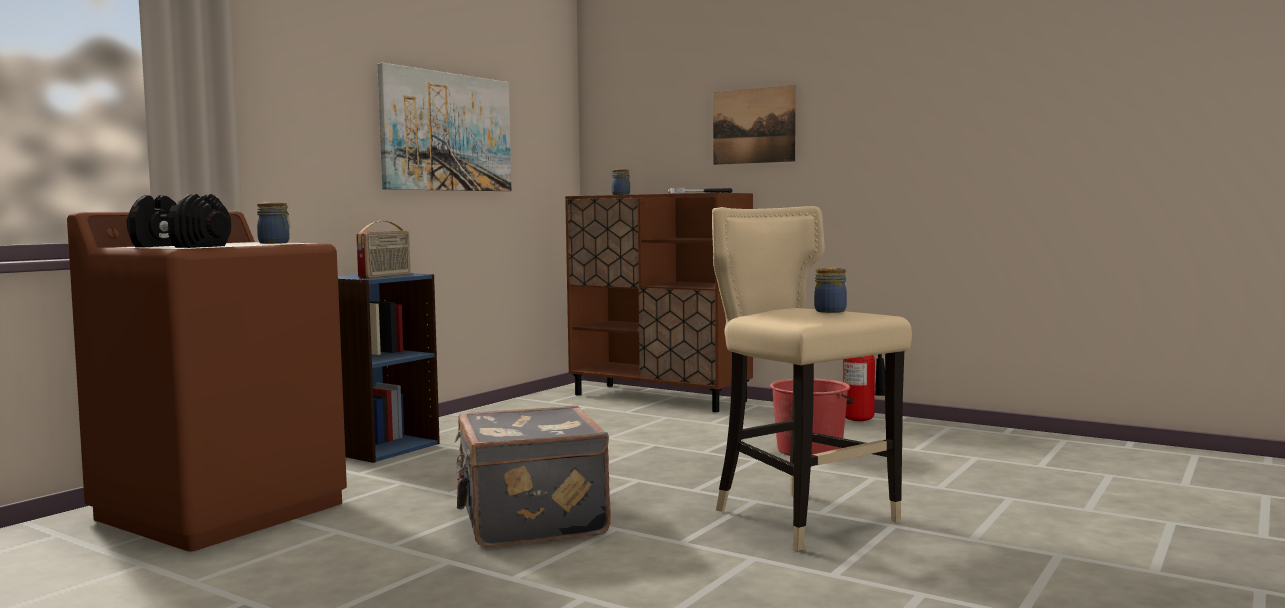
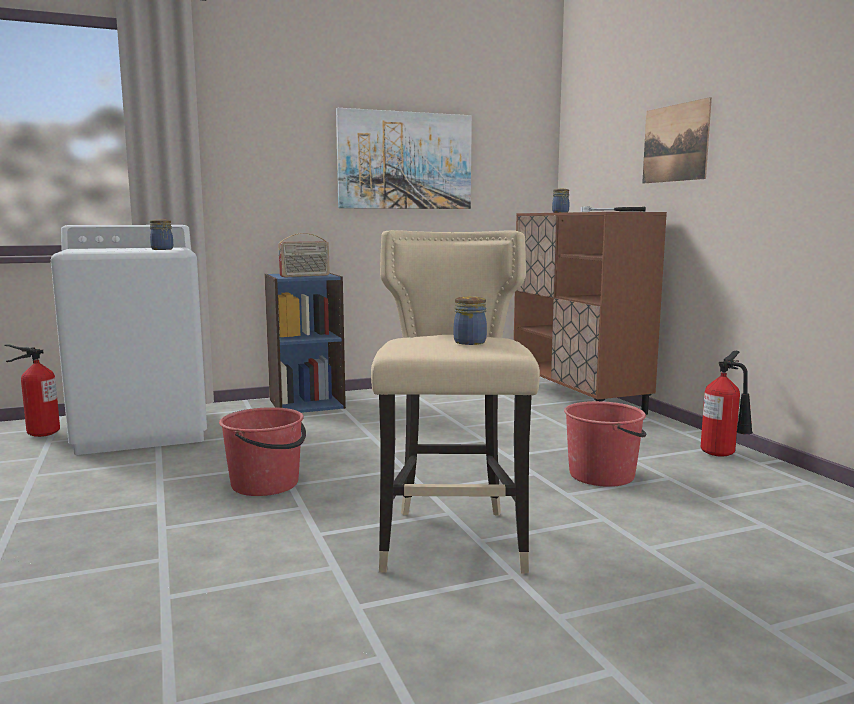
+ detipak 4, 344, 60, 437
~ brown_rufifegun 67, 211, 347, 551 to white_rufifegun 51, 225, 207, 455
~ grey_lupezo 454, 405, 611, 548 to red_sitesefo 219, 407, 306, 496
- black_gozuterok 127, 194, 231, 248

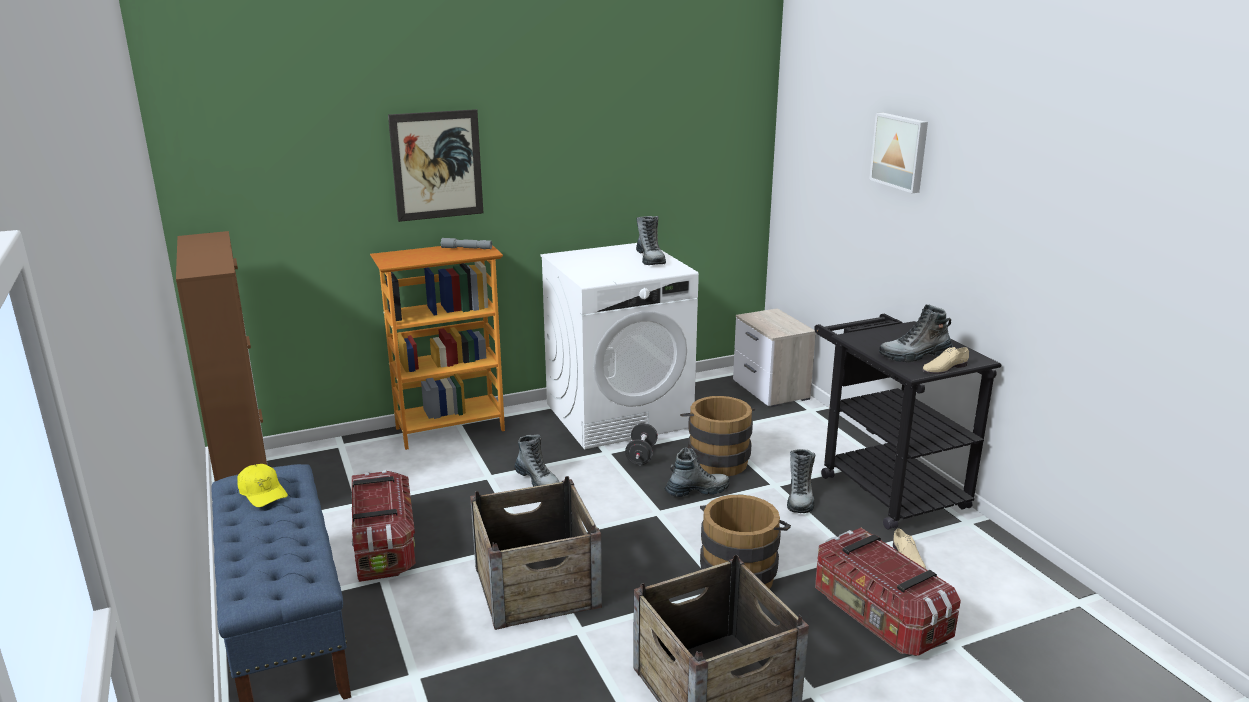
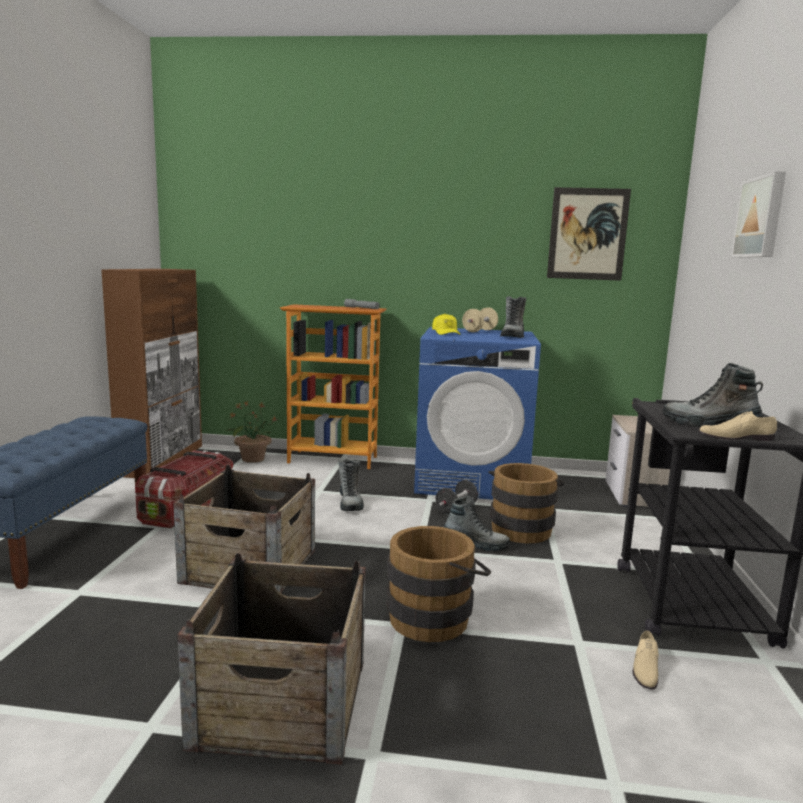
+ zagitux 226, 402, 276, 463
~ white_rufifegun 540, 243, 699, 449 to blue_rufifegun 414, 327, 541, 500
~ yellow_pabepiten 237, 464, 288, 507 to 432, 313, 461, 335
+ beige_gozuterok 462, 308, 498, 332
~ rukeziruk 388, 109, 483, 222 to 547, 187, 631, 281
- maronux 787, 449, 815, 513
- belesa 815, 528, 961, 656

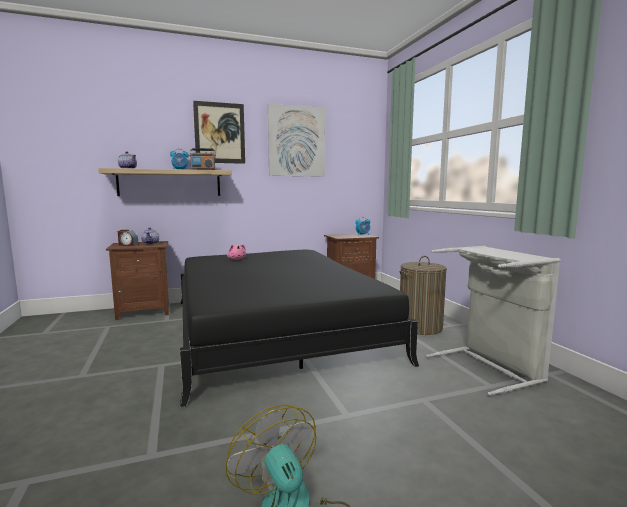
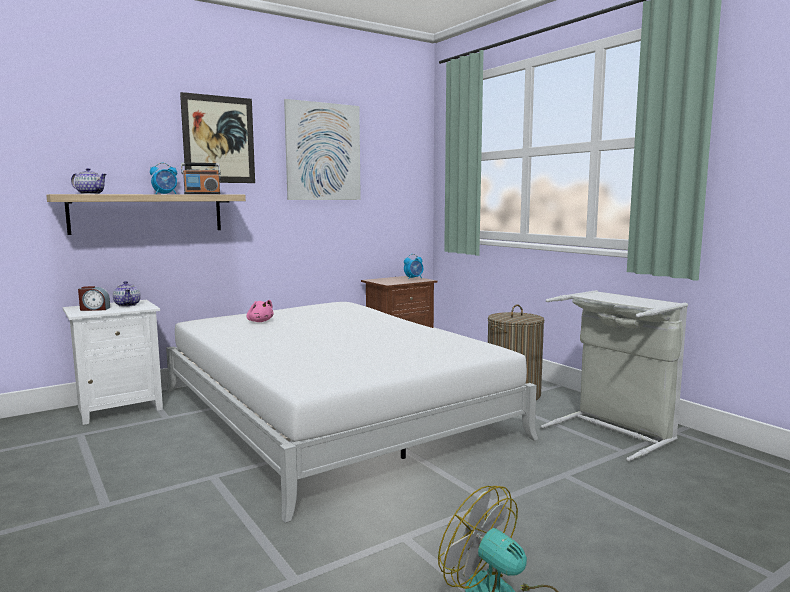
~ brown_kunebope 106, 241, 169, 320 to white_kunebope 62, 300, 163, 425
~ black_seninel 180, 250, 419, 407 to white_seninel 166, 302, 539, 523

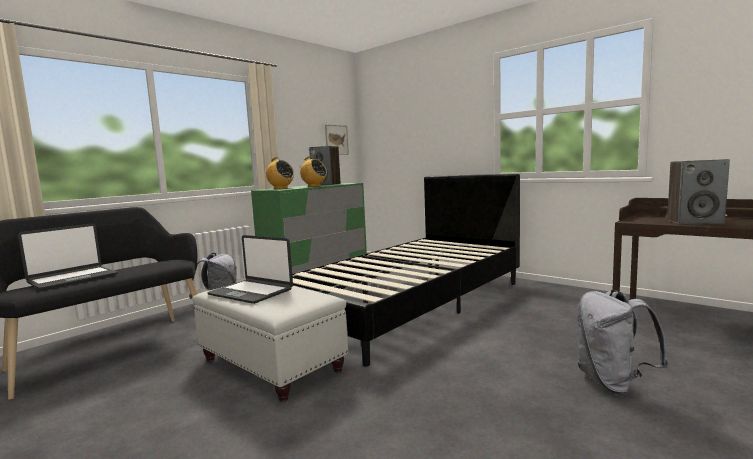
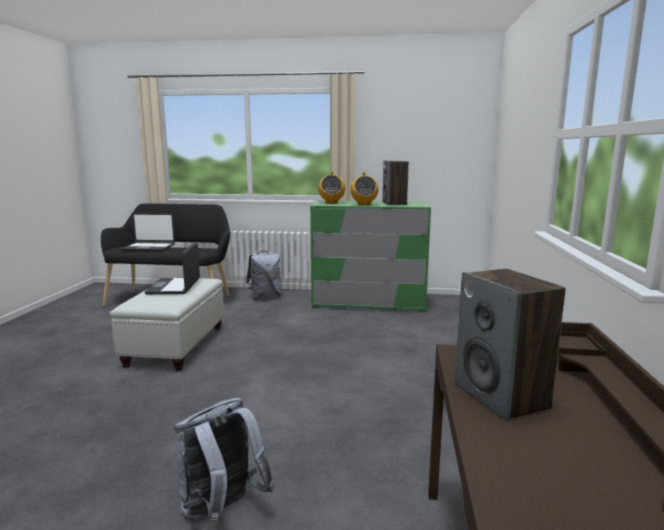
- black_seninel 292, 174, 520, 367
- rukeziruk 325, 125, 349, 155

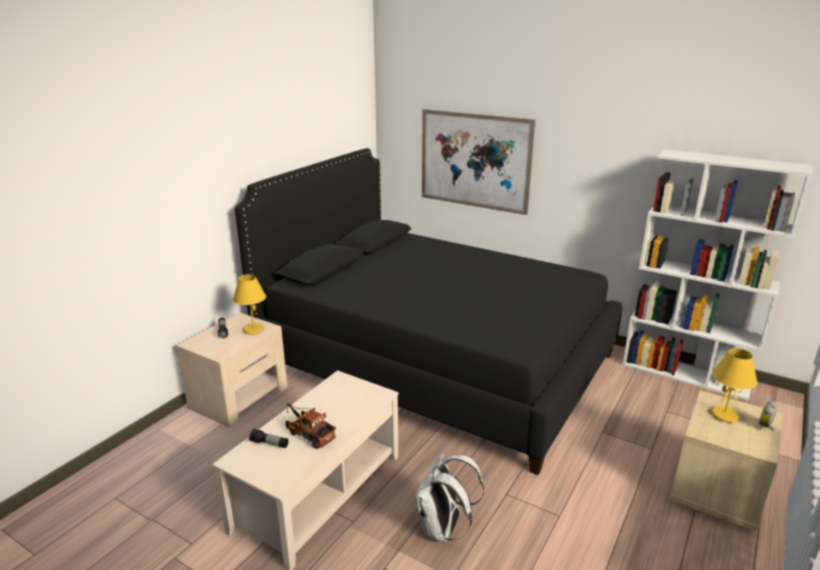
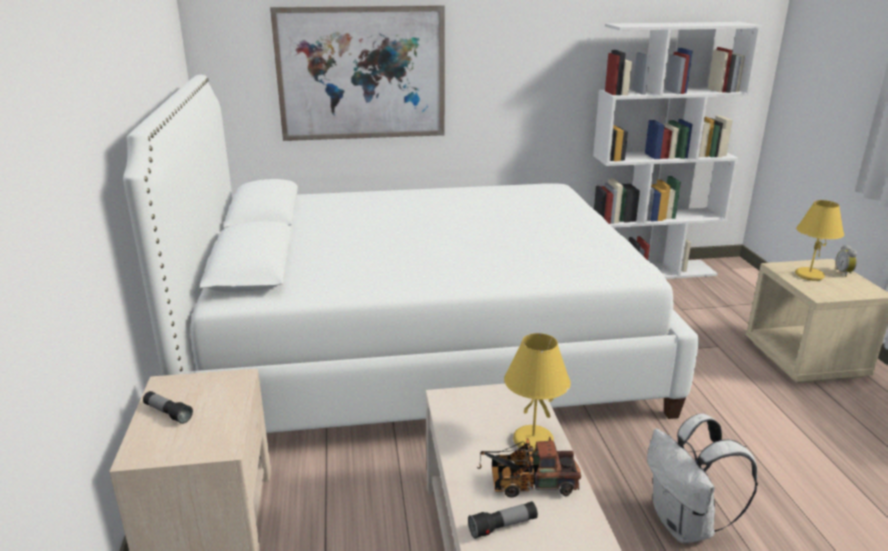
~ black_seninel 235, 148, 622, 475 to white_seninel 123, 75, 699, 433
~ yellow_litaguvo 233, 274, 266, 335 to 504, 333, 571, 452

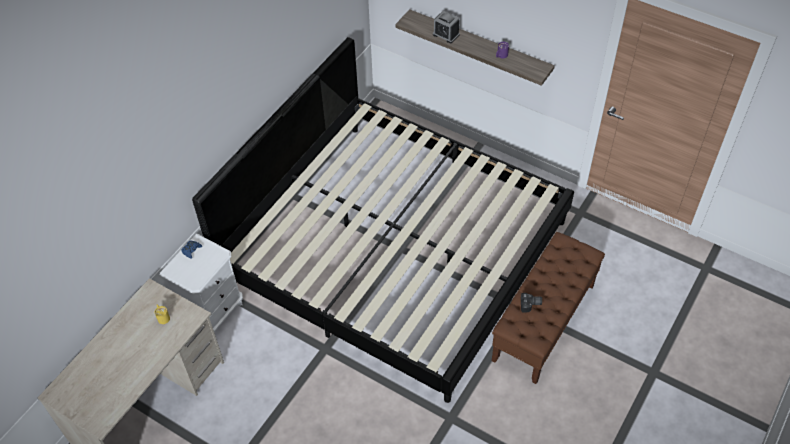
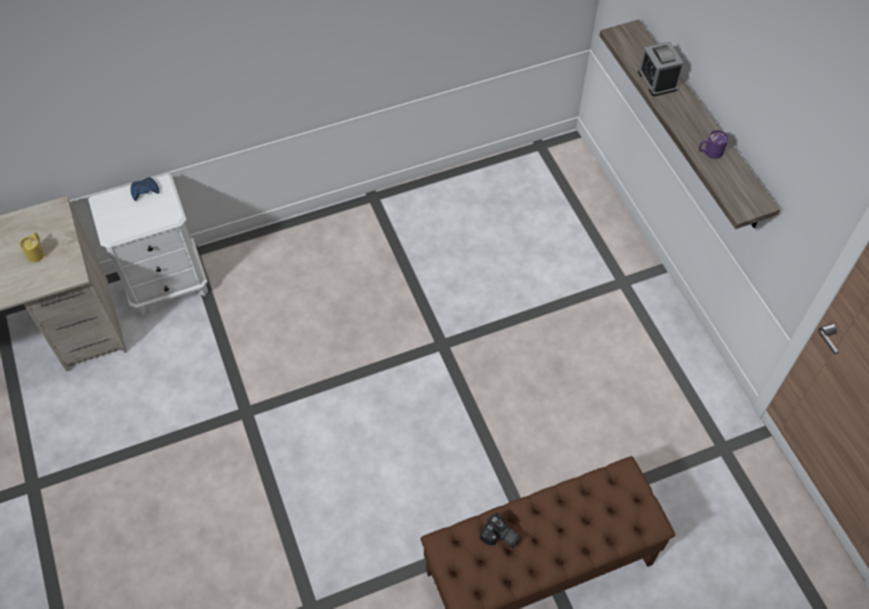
- seninel 192, 37, 574, 403

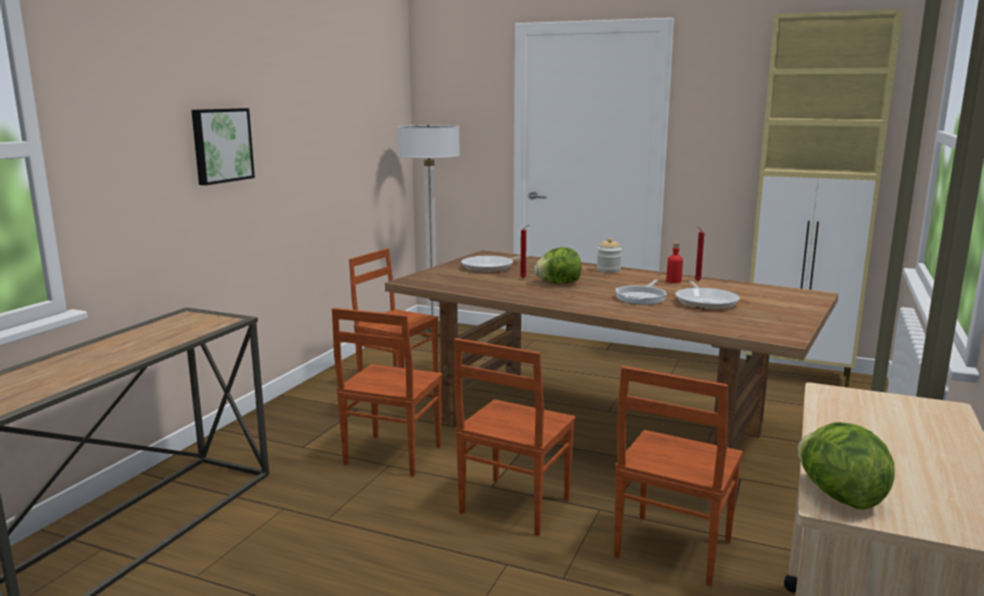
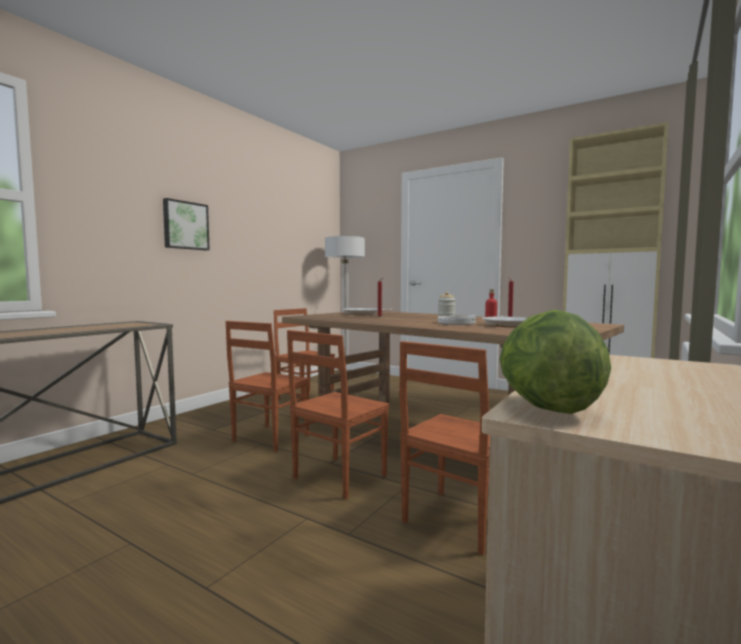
- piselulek 534, 247, 581, 284

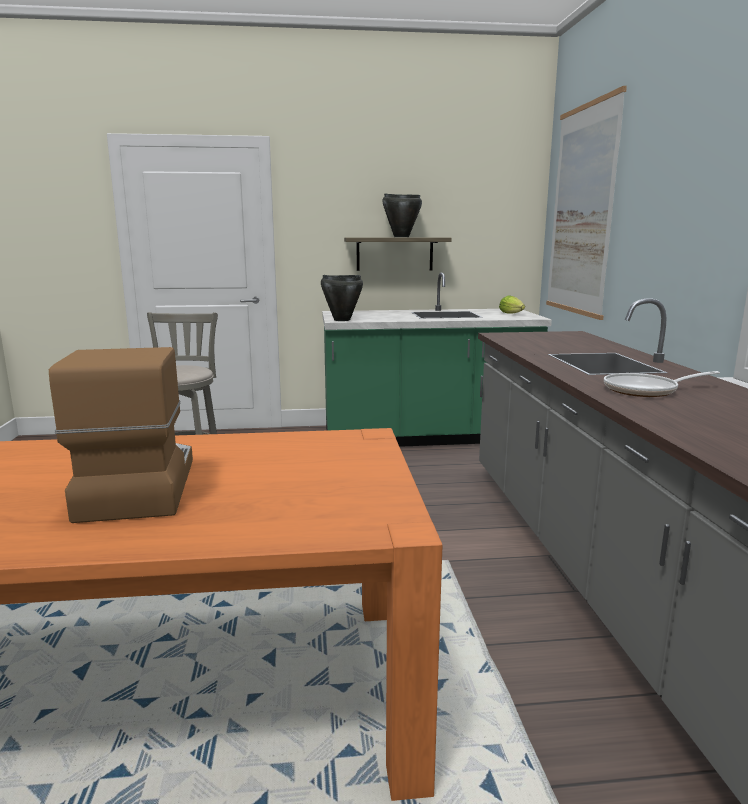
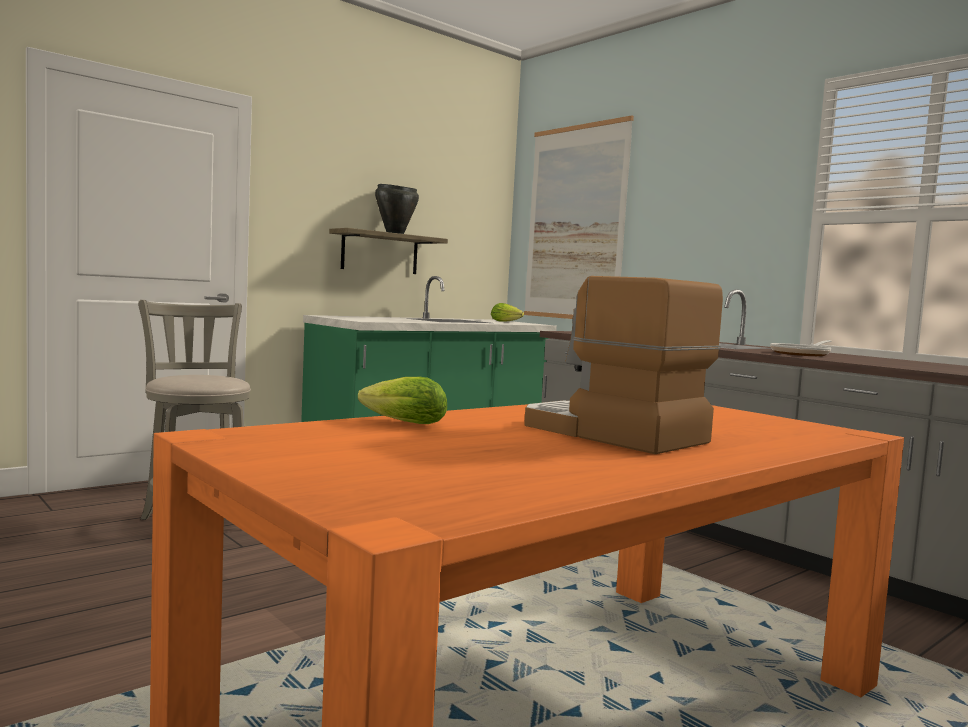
+ piselulek 358, 377, 447, 424
- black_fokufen 321, 275, 363, 321

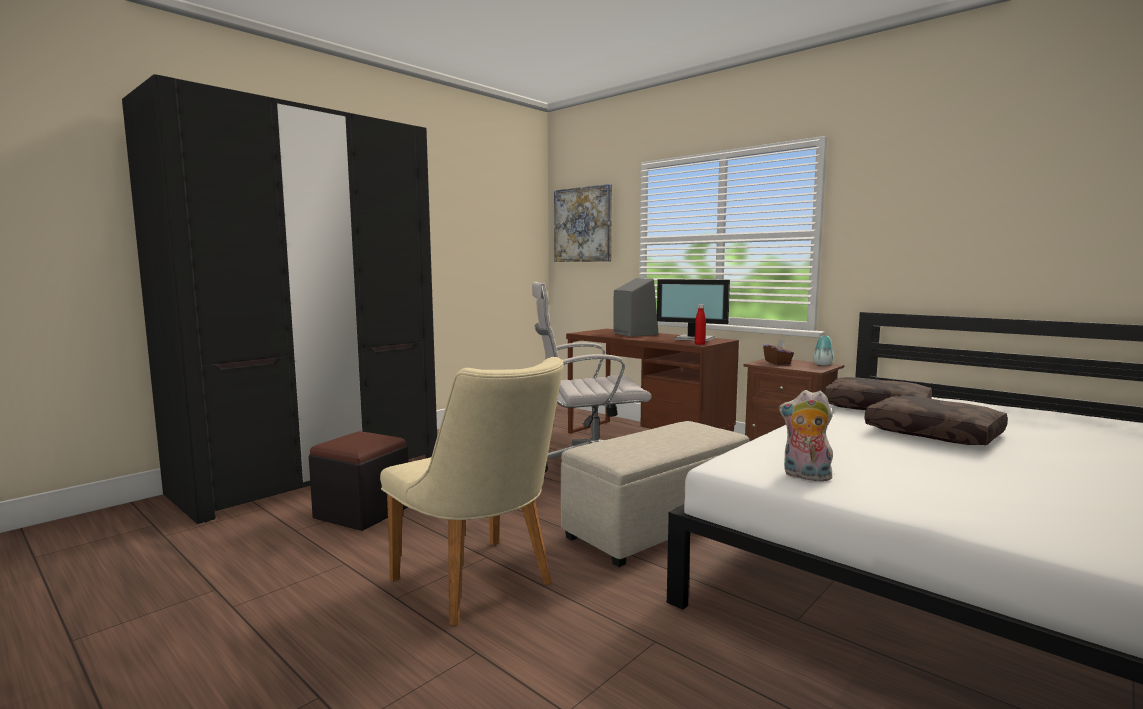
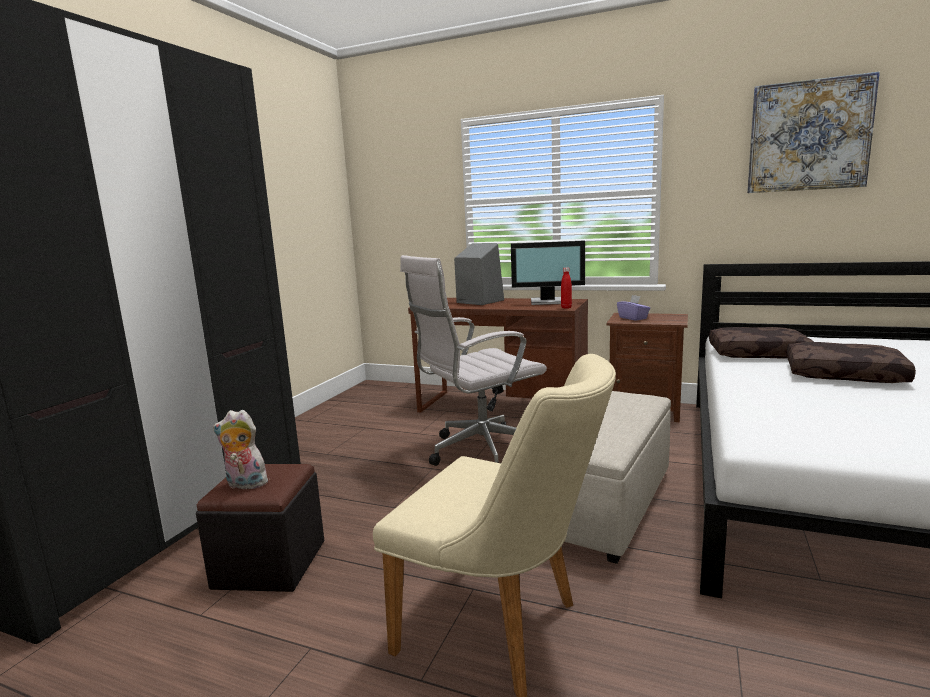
~ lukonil 779, 390, 833, 481 to 213, 410, 268, 489
~ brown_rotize 763, 339, 794, 365 to purple_rotize 617, 295, 650, 321
~ rukeziruk 554, 184, 612, 262 to 747, 72, 880, 193
- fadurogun 813, 336, 834, 365

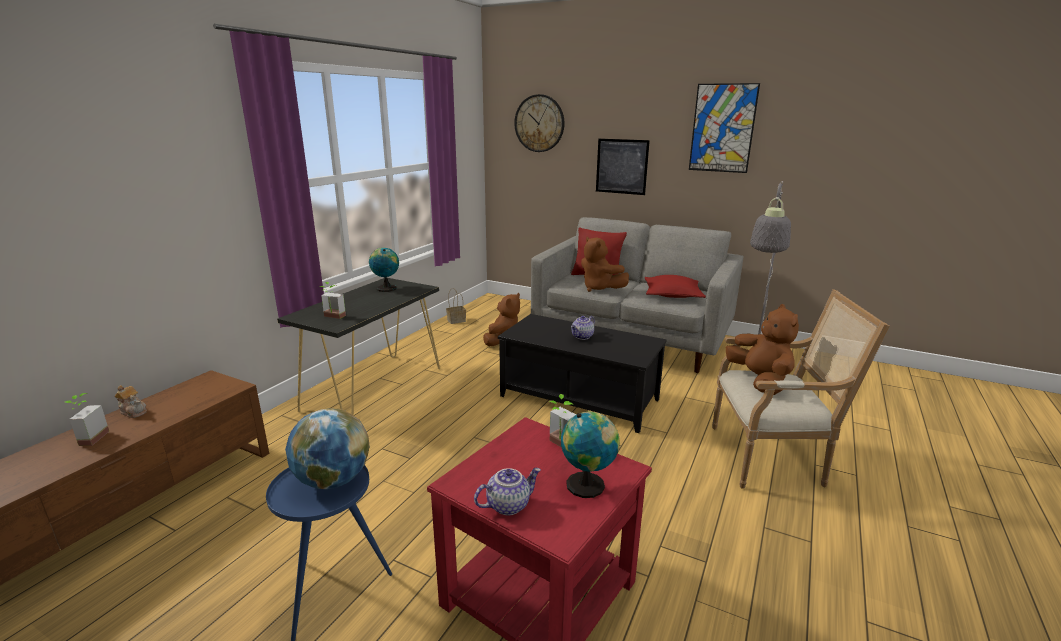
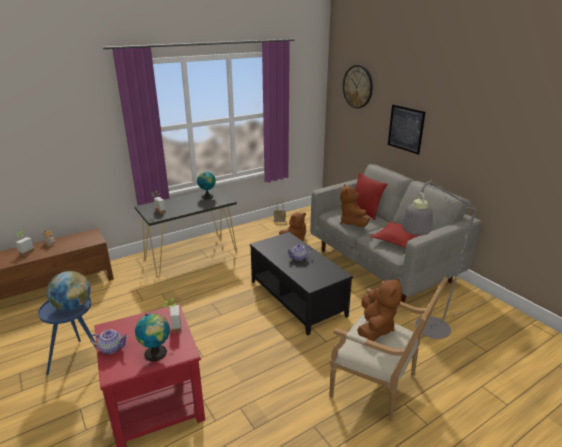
- rukeziruk 689, 83, 760, 173

